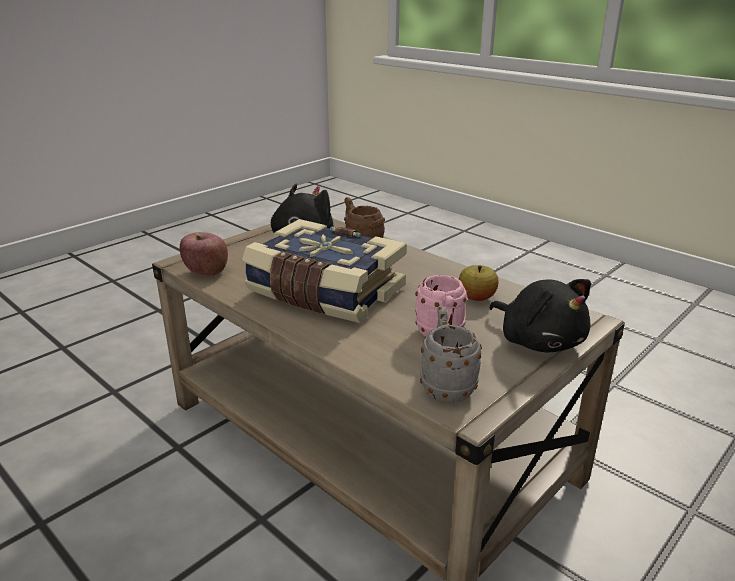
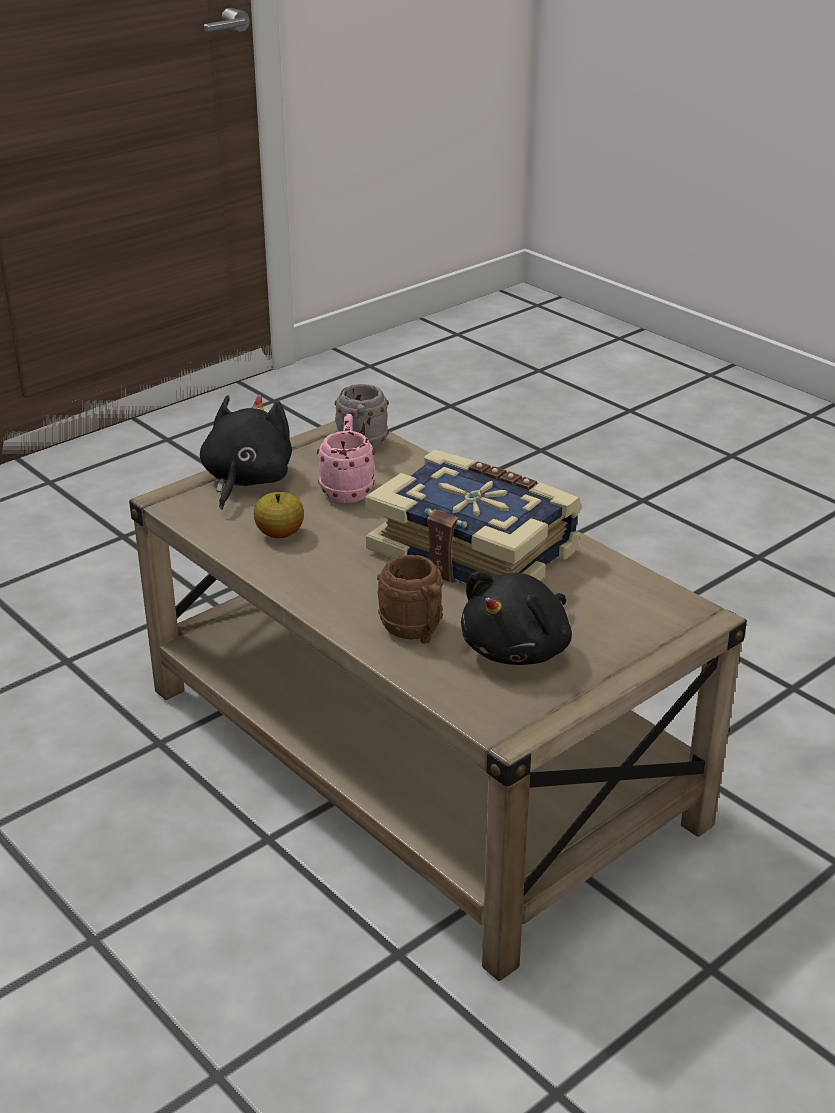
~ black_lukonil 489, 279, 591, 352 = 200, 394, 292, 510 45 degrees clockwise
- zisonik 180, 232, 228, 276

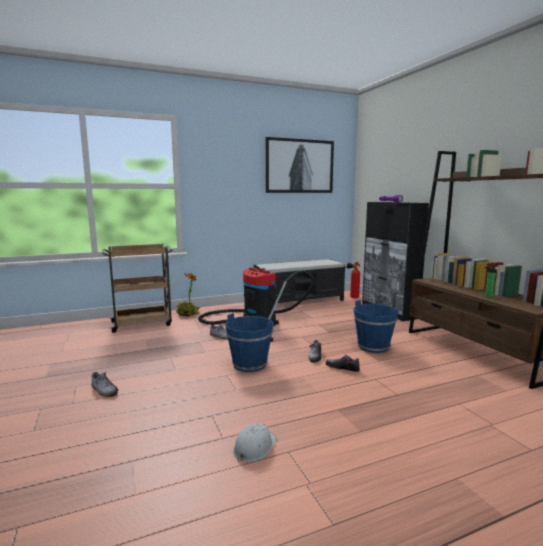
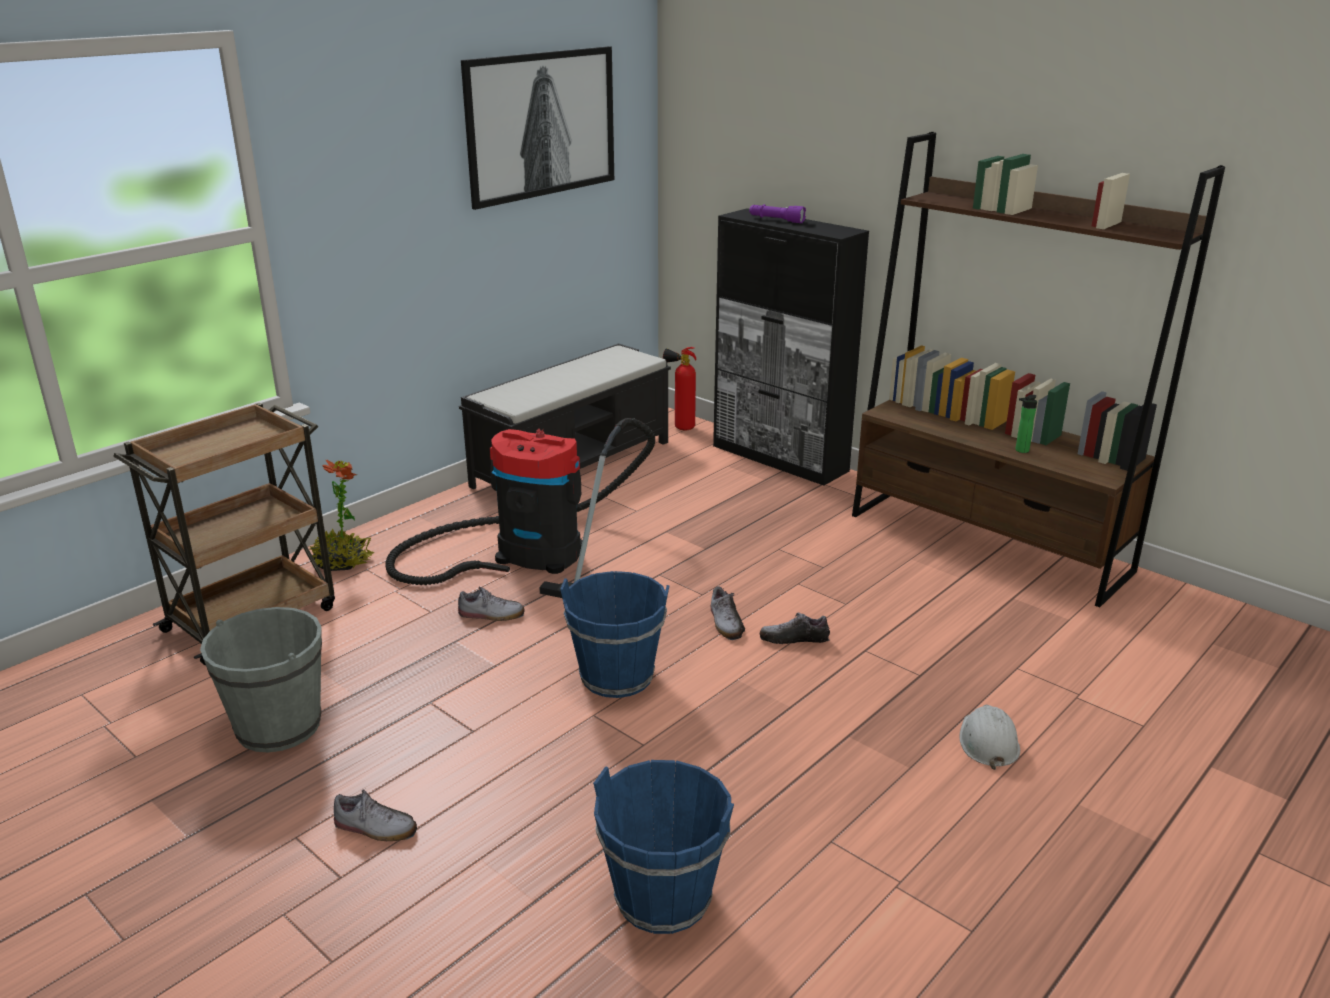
+ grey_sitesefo 200, 607, 322, 752
~ blue_sitesefo 353, 300, 398, 353 to 593, 760, 734, 934
~ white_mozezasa 233, 423, 276, 462 to 959, 705, 1020, 770

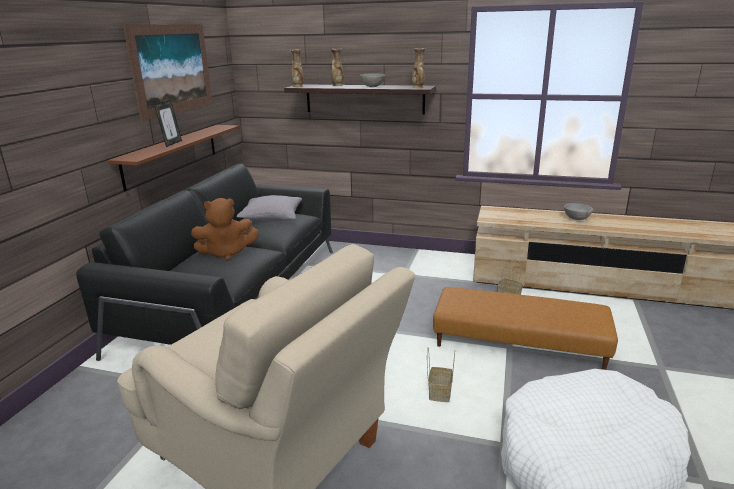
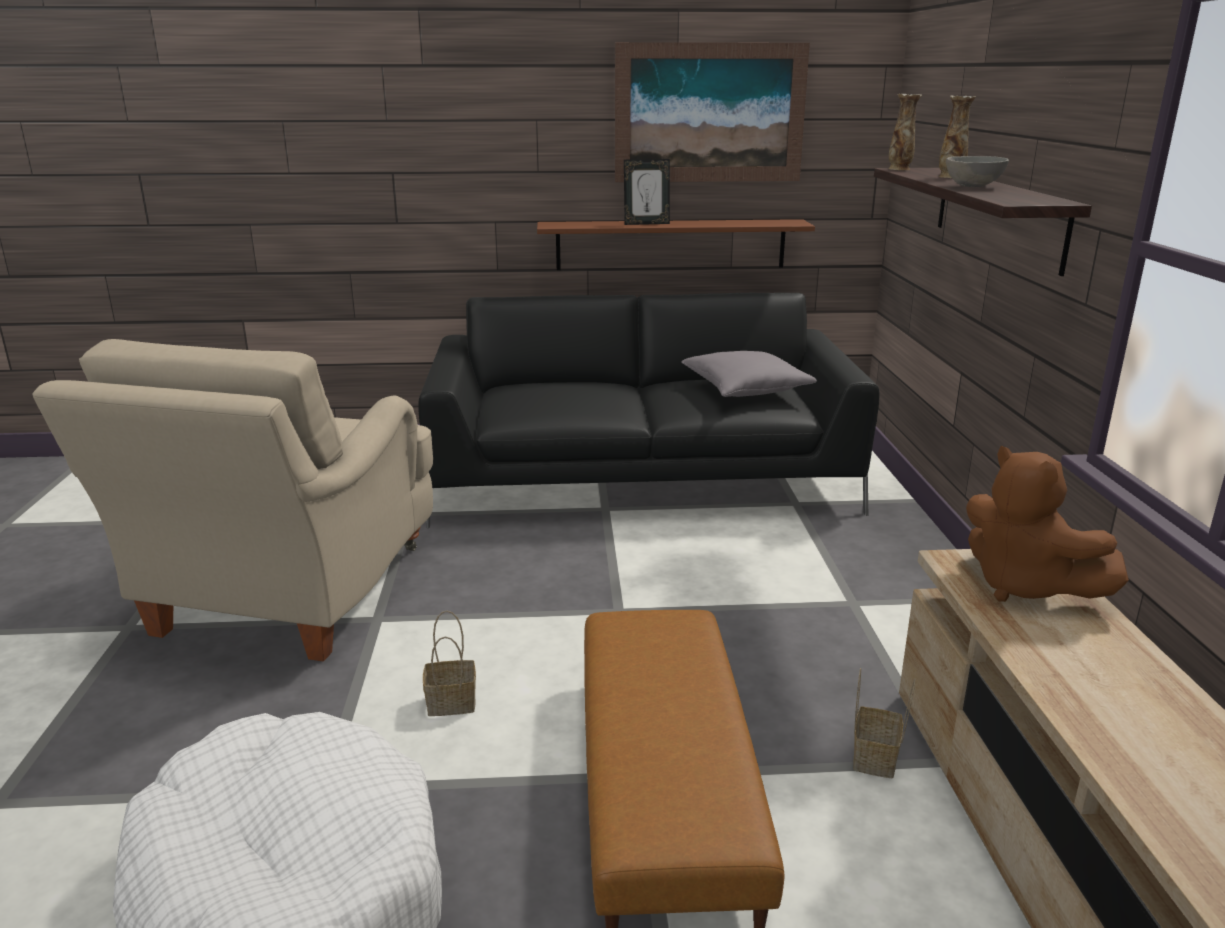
~ brown_lukonil 191, 198, 259, 261 to 966, 446, 1129, 602
- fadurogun 412, 48, 425, 88
- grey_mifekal 564, 203, 593, 220

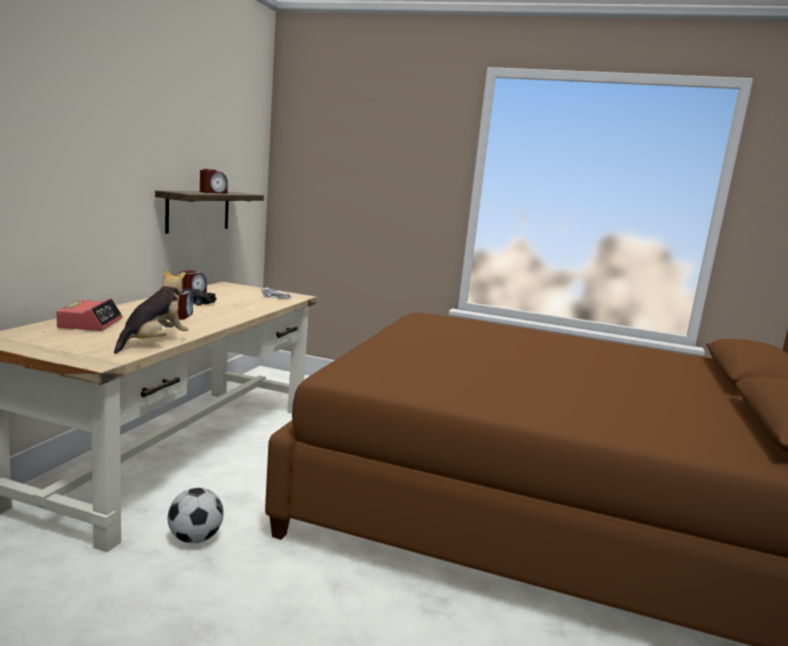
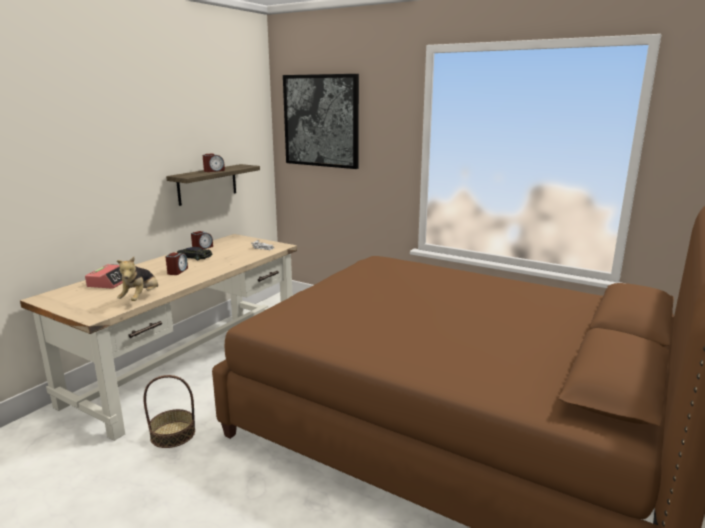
~ lukonil 114, 268, 189, 354 = 117, 257, 158, 301 150 degrees clockwise
~ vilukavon 168, 488, 224, 543 to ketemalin 144, 375, 195, 448
+ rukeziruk 283, 74, 359, 169

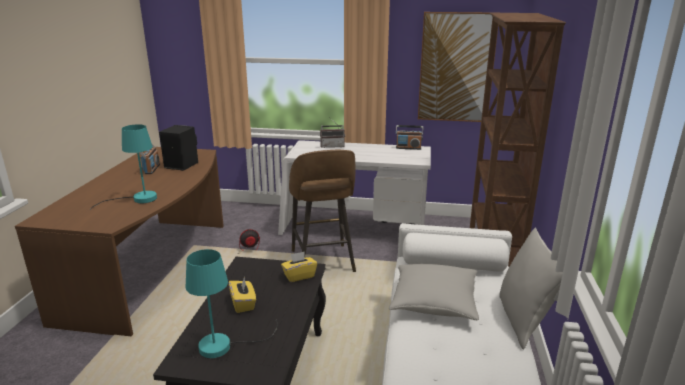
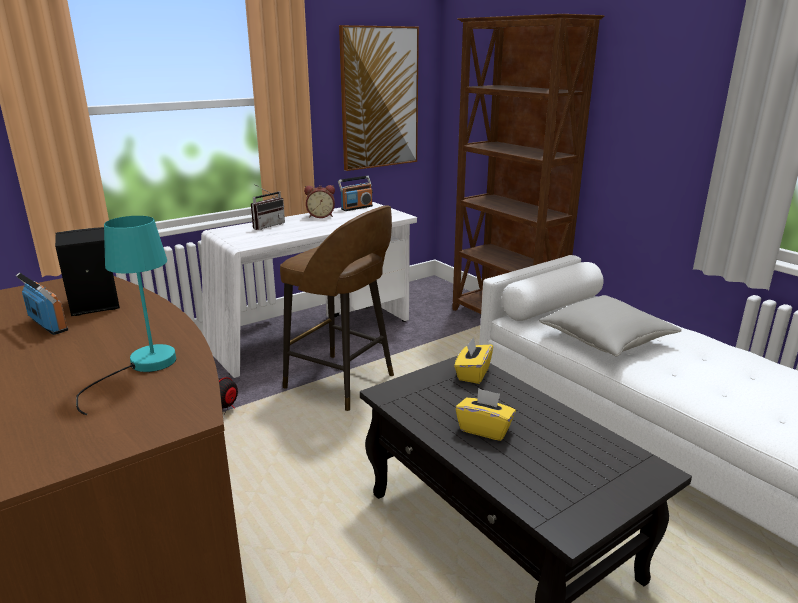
+ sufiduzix 304, 185, 335, 218
- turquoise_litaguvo 186, 249, 278, 359
- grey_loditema 499, 227, 563, 350

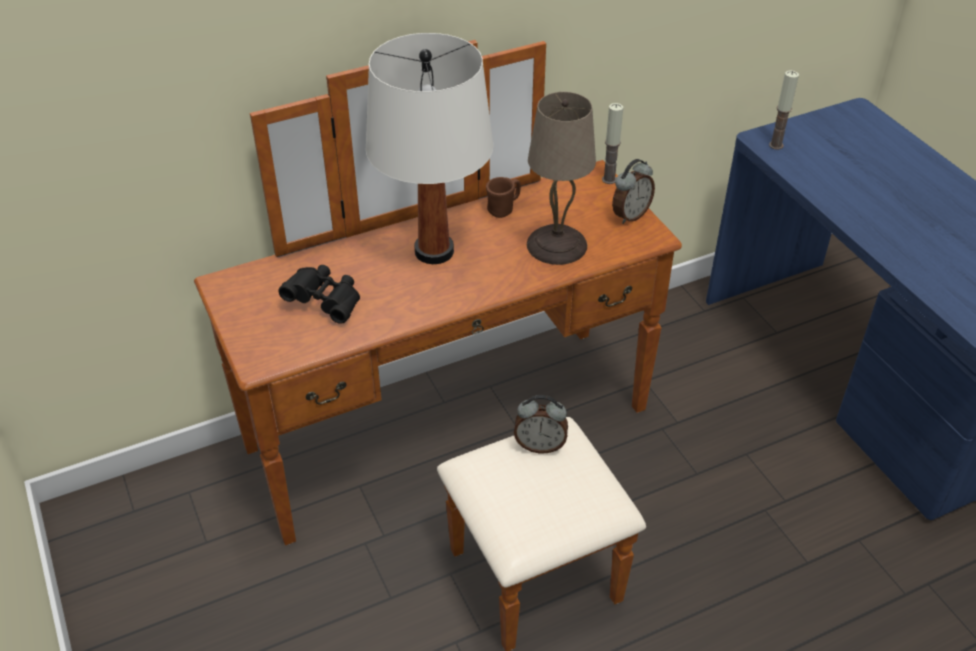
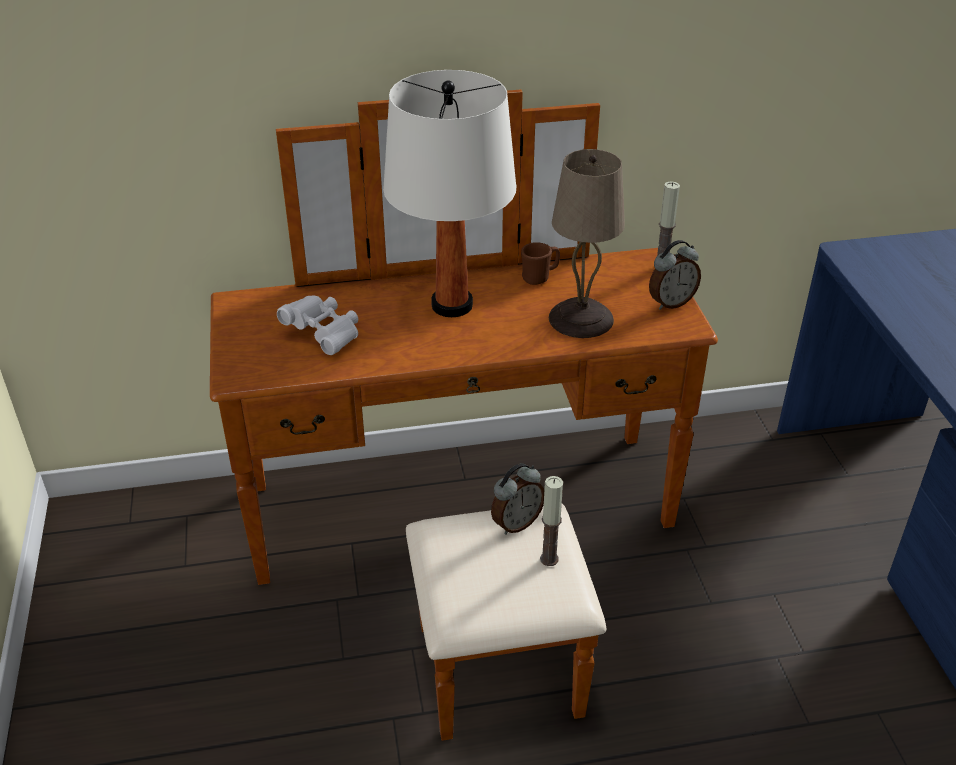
~ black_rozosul 279, 265, 360, 324 to white_rozosul 277, 296, 358, 355
~ sufiduzix 514, 395, 568, 454 = 491, 463, 544, 535 60 degrees counterclockwise
~ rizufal 769, 70, 799, 150 to 540, 476, 563, 566

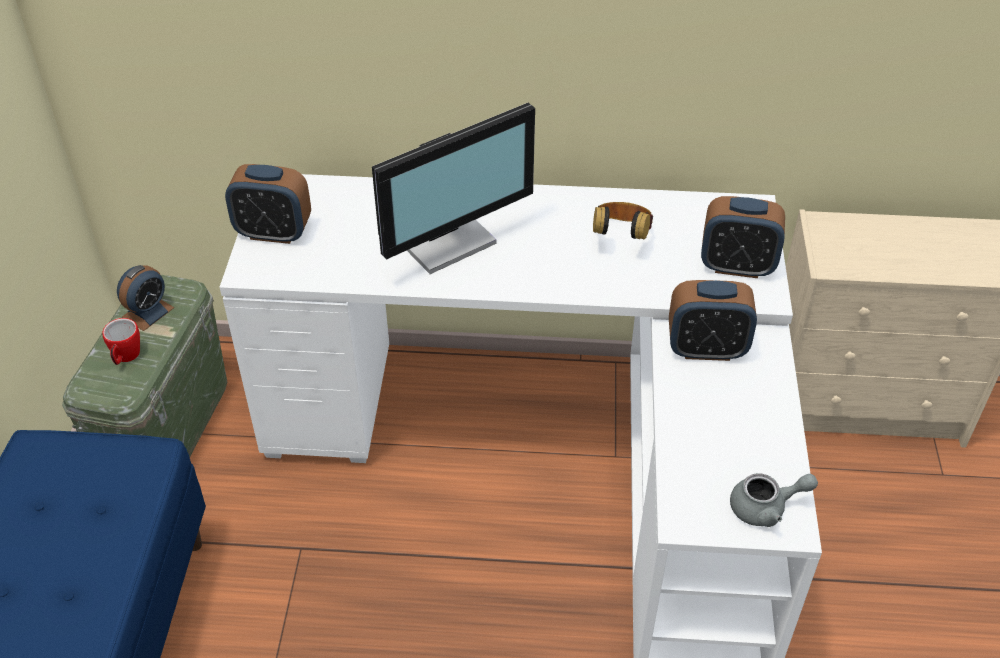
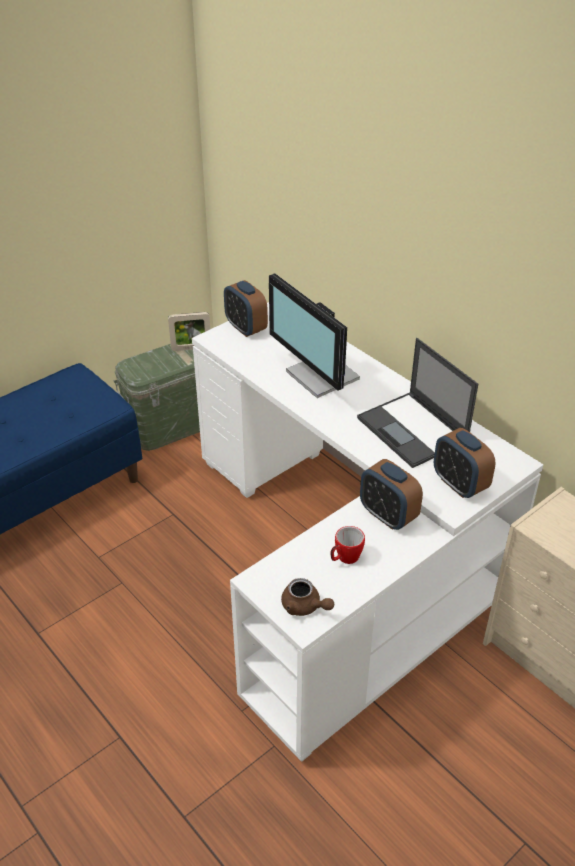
~ sufiduzix 117, 265, 174, 331 to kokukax 168, 312, 210, 351
~ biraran 372, 103, 535, 274 = 269, 273, 360, 398 45 degrees clockwise
~ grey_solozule 730, 473, 818, 527 to brown_solozule 281, 578, 334, 616
~ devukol 102, 318, 140, 365 to 330, 526, 365, 564
~ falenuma 593, 202, 653, 240 to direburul 357, 338, 478, 468

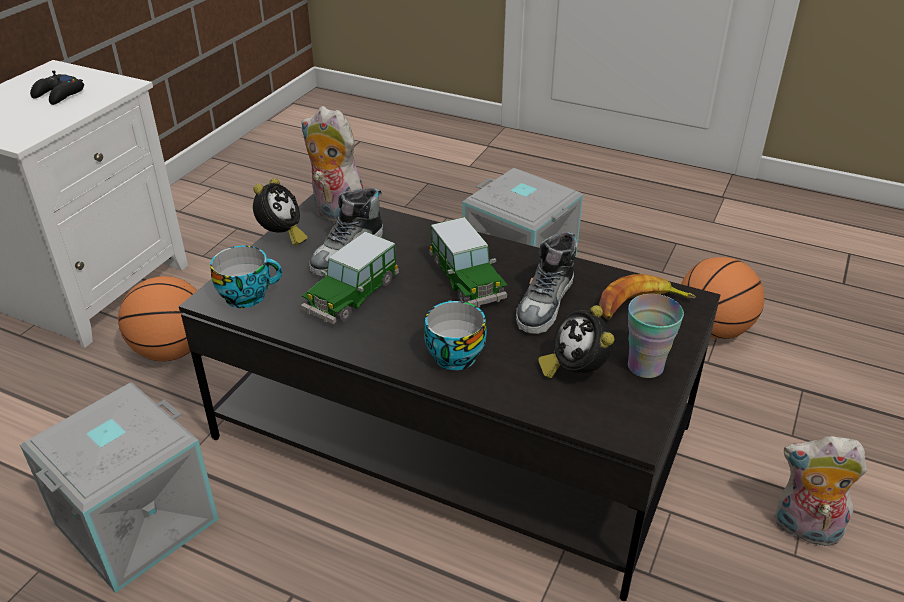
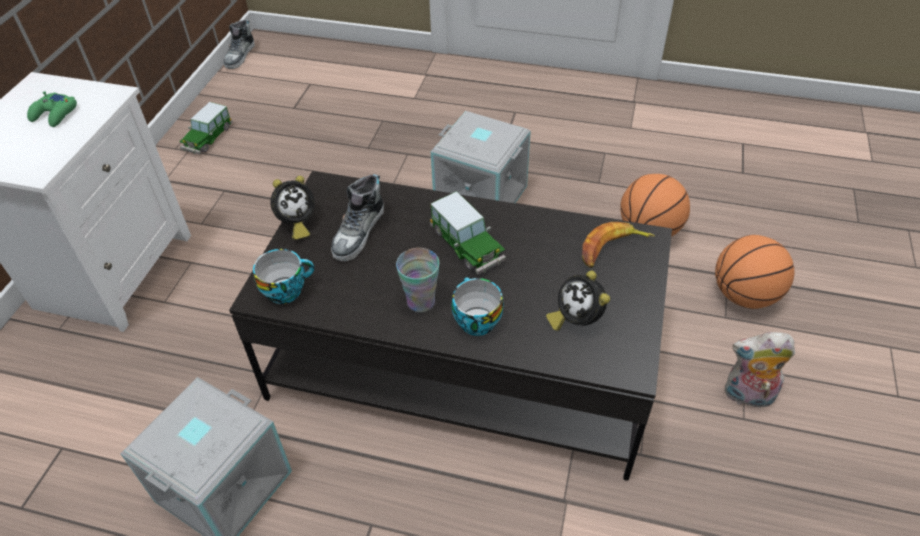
~ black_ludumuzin 30, 71, 84, 105 to green_ludumuzin 27, 92, 77, 127
~ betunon 301, 231, 399, 324 to 180, 102, 233, 154
~ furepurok 516, 232, 578, 334 to 224, 20, 255, 69
~ sufiduzix 253, 178, 308, 246 = 270, 176, 315, 240 45 degrees clockwise
~ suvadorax 628, 294, 684, 378 to 396, 248, 439, 312
~ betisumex 118, 276, 197, 361 to 715, 235, 794, 309
- lukonil 301, 106, 364, 224

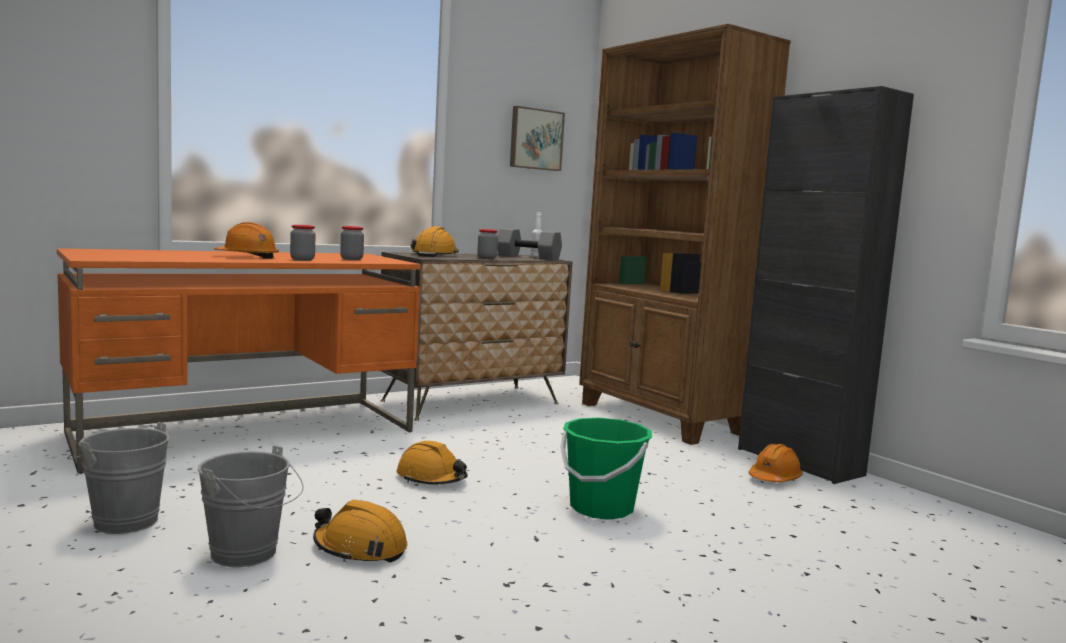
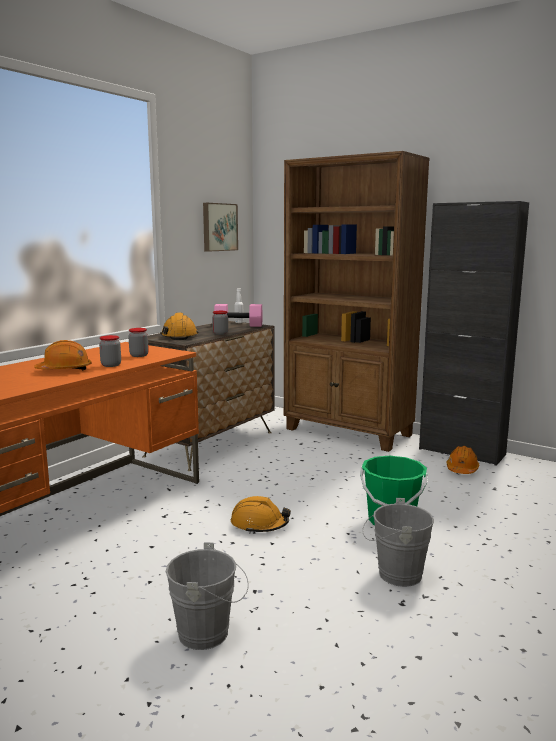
~ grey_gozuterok 498, 228, 562, 260 to pink_gozuterok 214, 304, 263, 327
~ grey_sitesefo 68, 422, 170, 534 to 362, 498, 434, 587
- orange_mozezasa 313, 500, 408, 563

